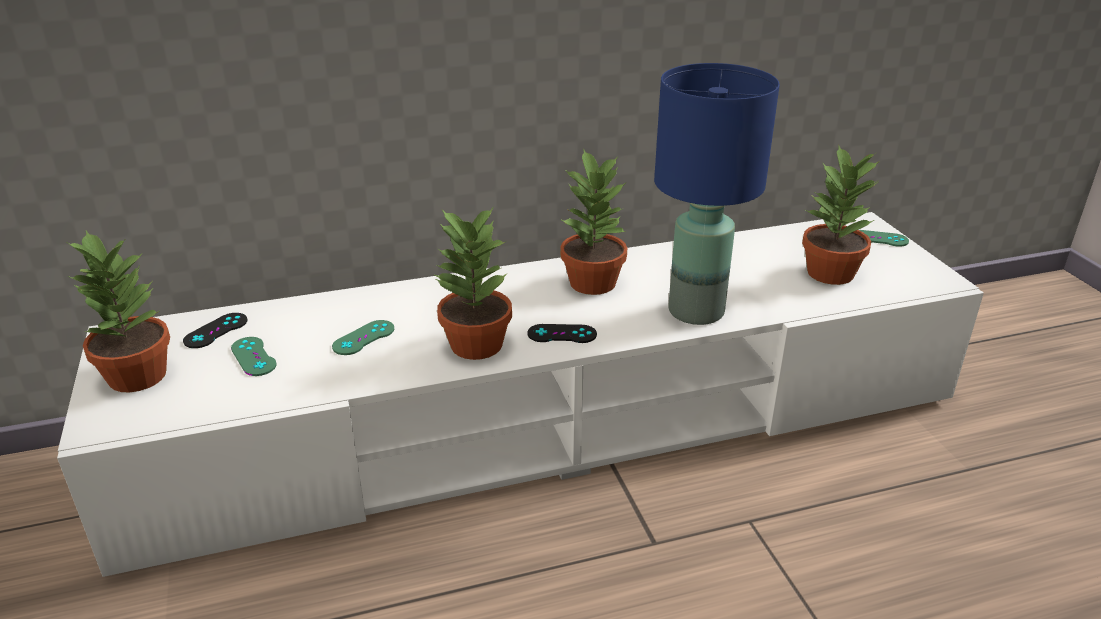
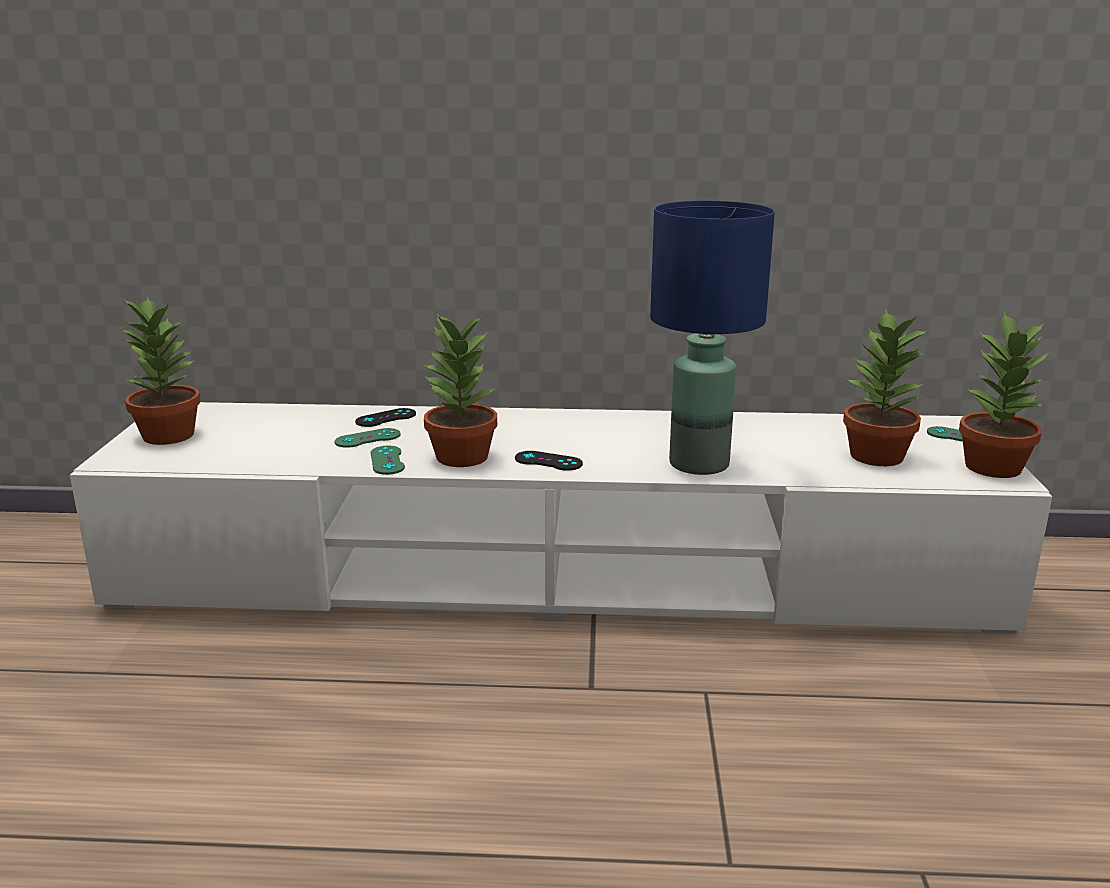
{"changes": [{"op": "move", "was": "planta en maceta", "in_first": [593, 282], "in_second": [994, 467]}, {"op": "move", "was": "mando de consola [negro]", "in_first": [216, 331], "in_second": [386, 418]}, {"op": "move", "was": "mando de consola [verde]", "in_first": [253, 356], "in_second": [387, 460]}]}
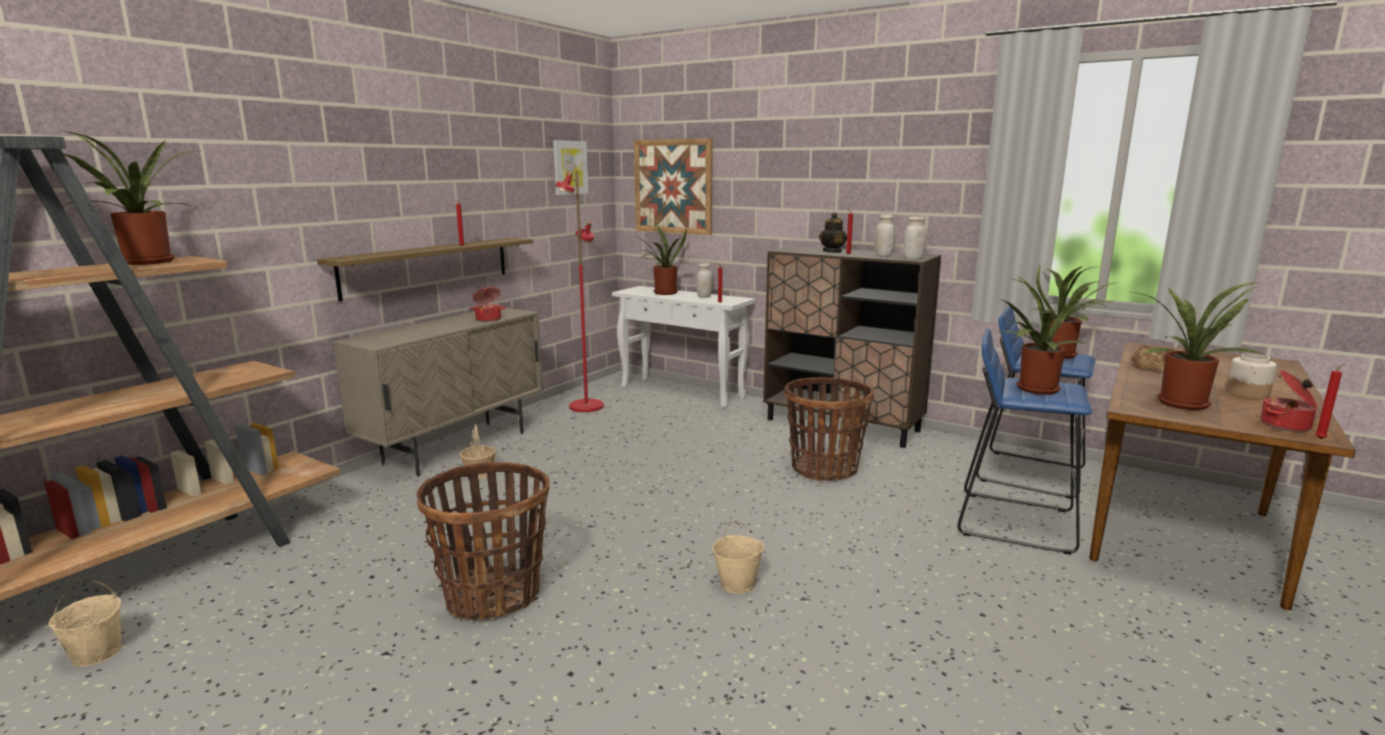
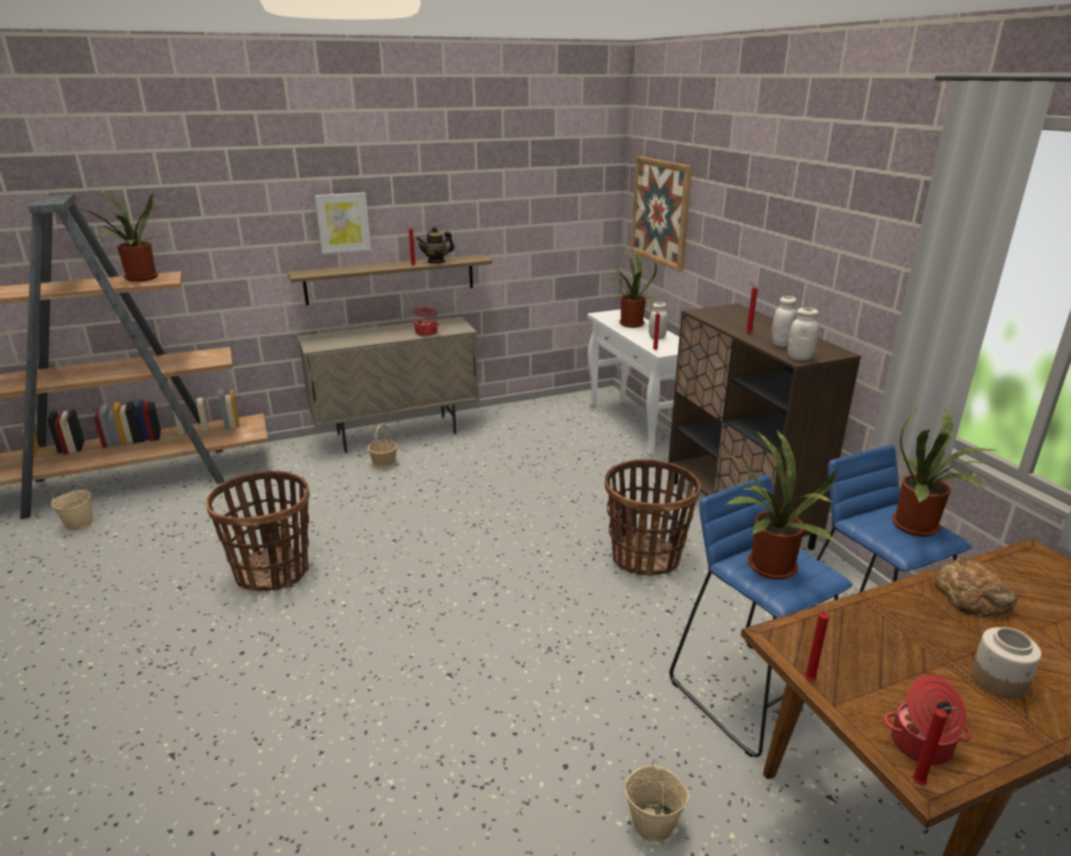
{"changes": [{"op": "move", "was": "cuadro", "in_first": [569, 167], "in_second": [343, 222]}, {"op": "delete", "was": "lámpara de pie [rojo]", "in_first": [585, 406]}, {"op": "move", "was": "tetera", "in_first": [832, 251], "in_second": [436, 261]}, {"op": "delete", "was": "planta en maceta", "in_first": [1182, 402]}, {"op": "move", "was": "cubo [beis]", "in_first": [738, 584], "in_second": [654, 824]}, {"op": "insert", "now": "vela [rojo]", "in_second": [808, 679]}]}
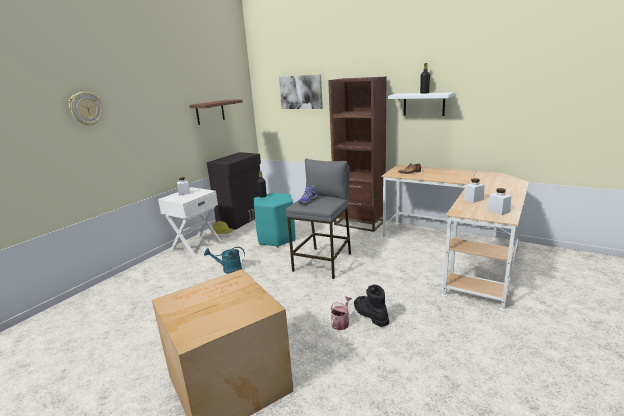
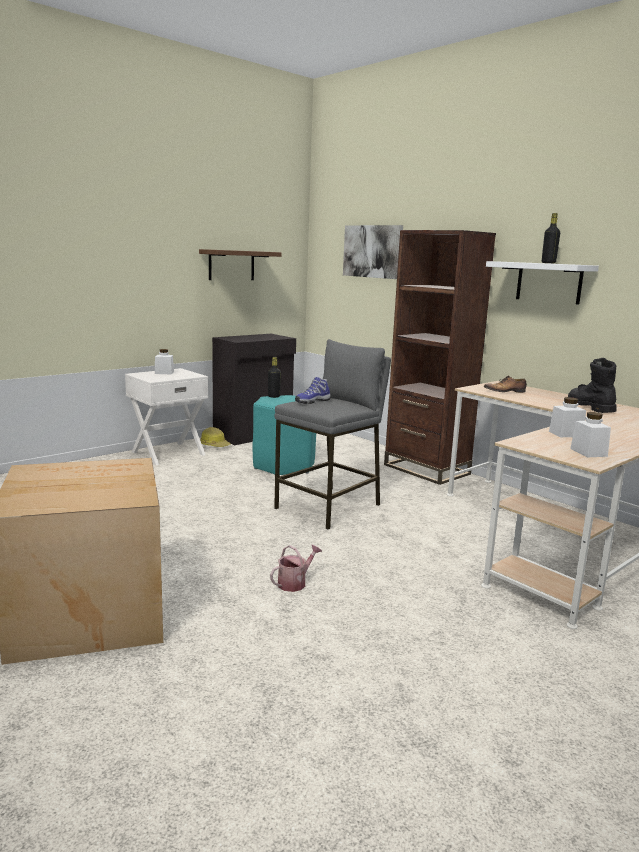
{"changes": [{"op": "delete", "was": "reloj de pared", "in_first": [86, 109]}, {"op": "delete", "was": "regadera [turquesa]", "in_first": [228, 269]}, {"op": "move", "was": "bota [negro]", "in_first": [370, 314], "in_second": [589, 406]}]}
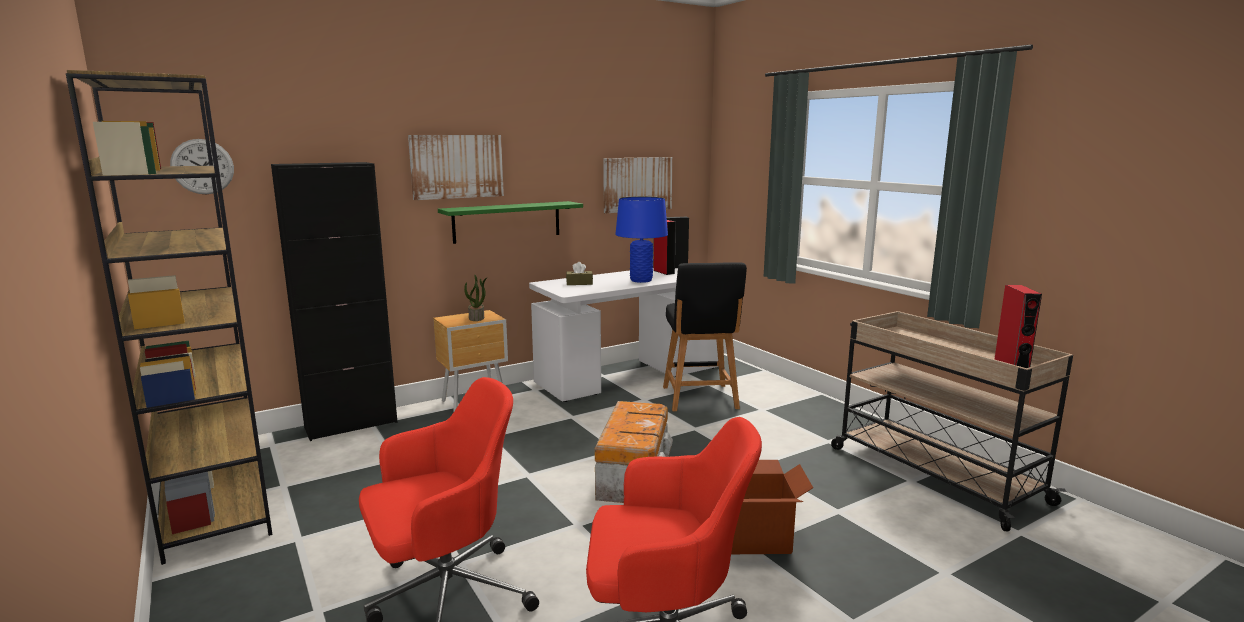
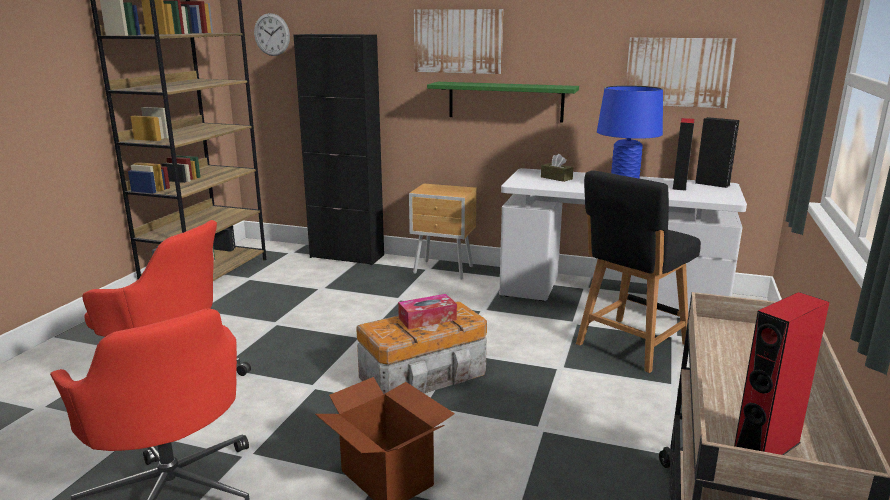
{"changes": [{"op": "delete", "was": "planta en maceta", "in_first": [477, 318]}, {"op": "insert", "now": "caja de pañuelos", "in_second": [427, 319]}]}
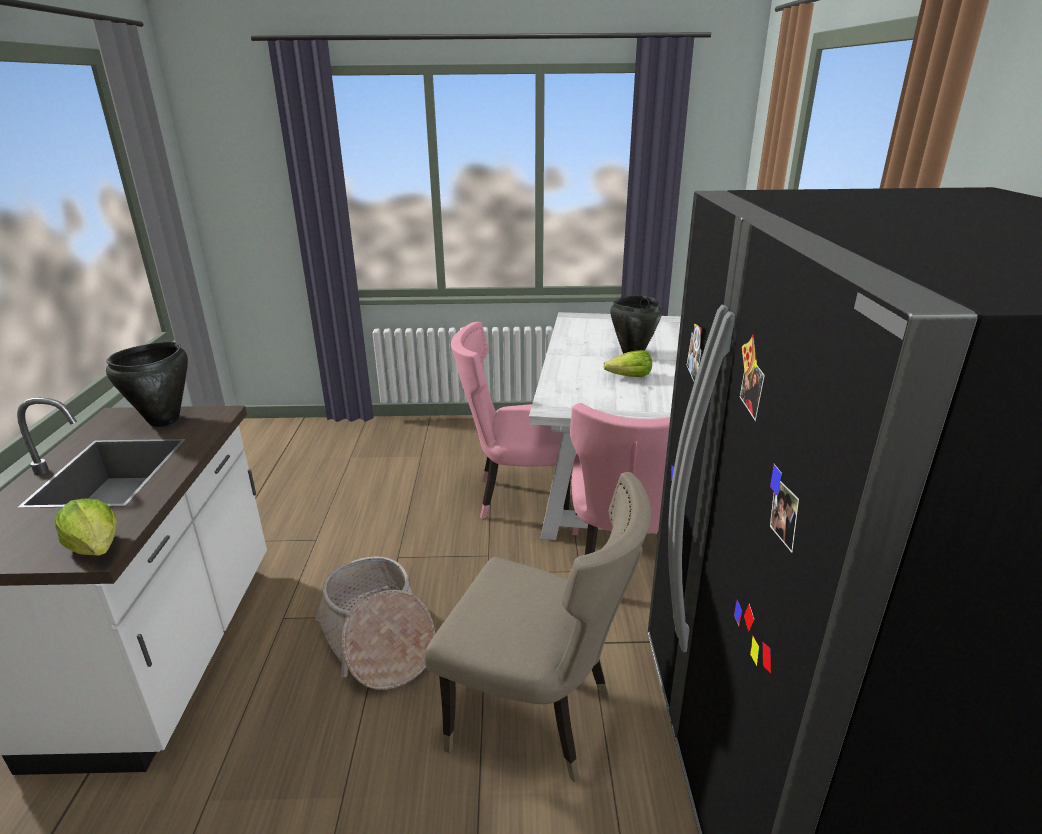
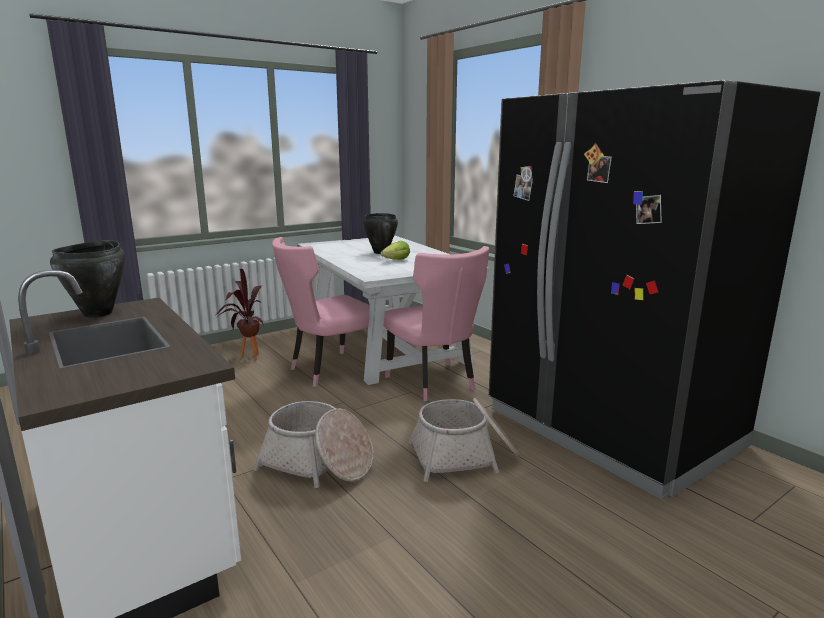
{"changes": [{"op": "replace", "was": "silla [beis]", "now": "cesta", "in_first": [538, 717], "in_second": [464, 456]}, {"op": "delete", "was": "lechuga", "in_first": [97, 547]}, {"op": "insert", "now": "planta en maceta", "in_second": [246, 358]}]}
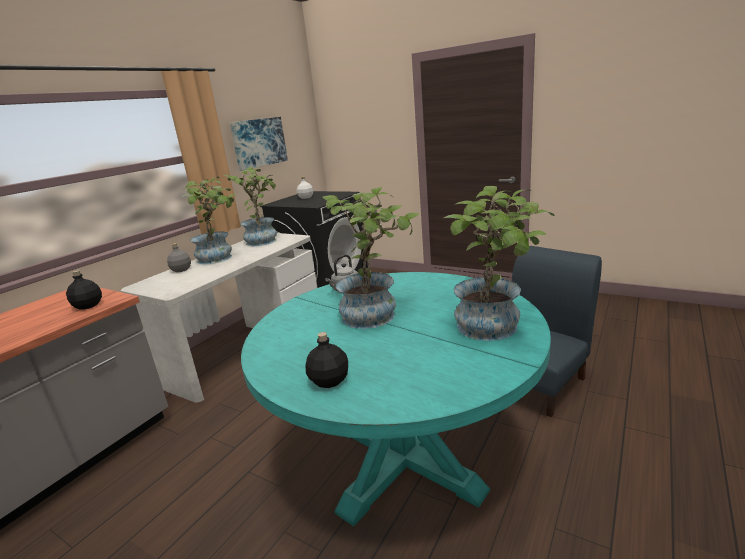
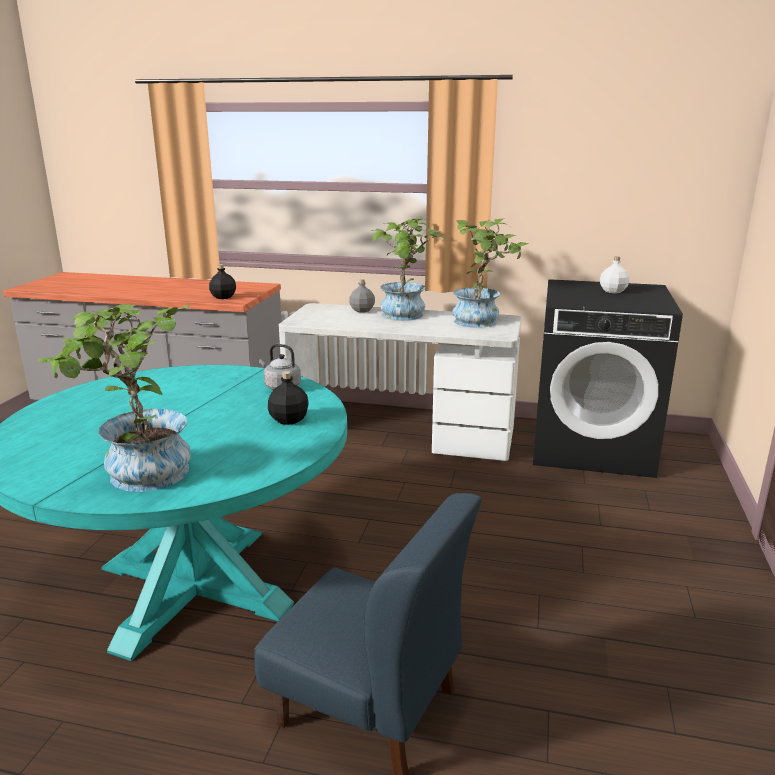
{"changes": [{"op": "delete", "was": "cuadro", "in_first": [258, 142]}, {"op": "delete", "was": "planta en maceta", "in_first": [376, 314]}, {"op": "move", "was": "botella [negro]", "in_first": [328, 381], "in_second": [288, 419]}]}
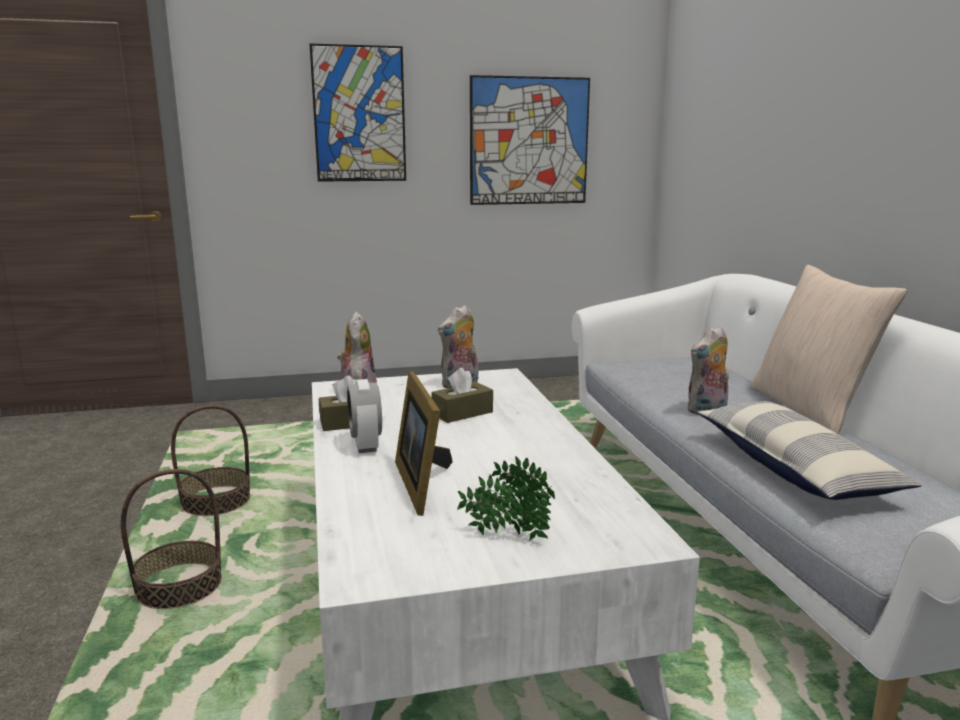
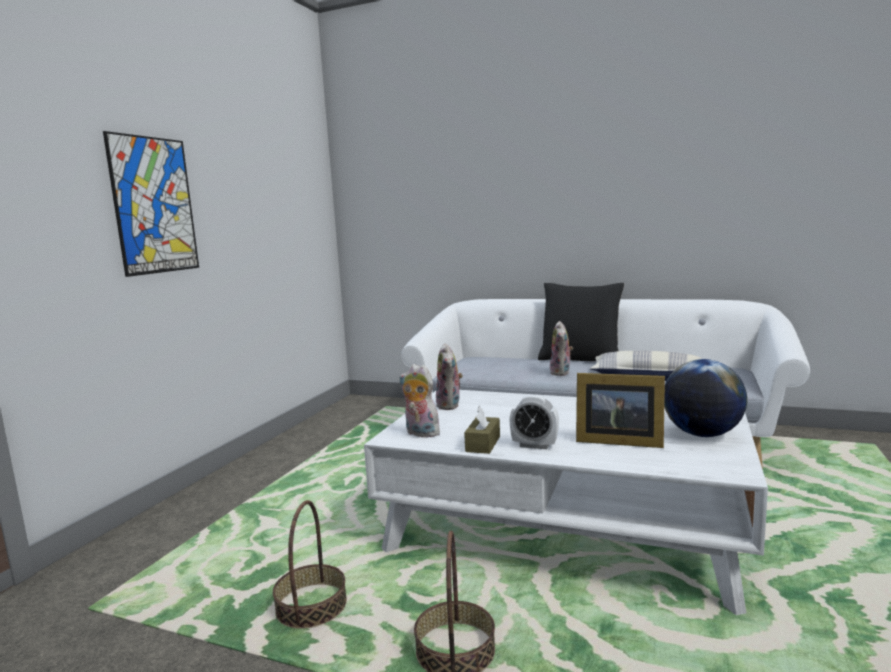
{"changes": [{"op": "delete", "was": "cuadro", "in_first": [529, 141]}, {"op": "recolor", "was": "cojín [beis]", "now": "cojín [negro]", "in_first": [810, 409], "in_second": [580, 359]}, {"op": "delete", "was": "caja de pañuelos [marrón]", "in_first": [462, 413]}, {"op": "replace", "was": "planta en maceta", "now": "globo terráqueo", "in_first": [506, 536], "in_second": [702, 434]}]}
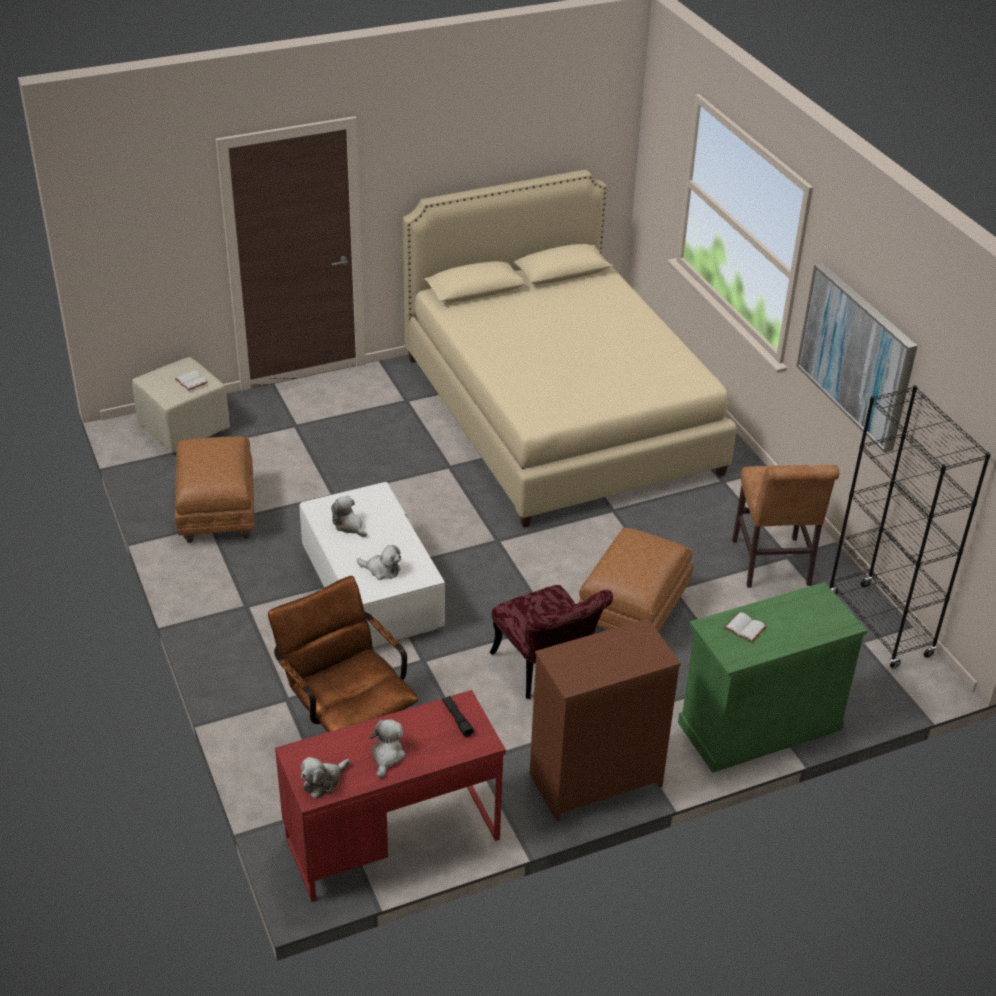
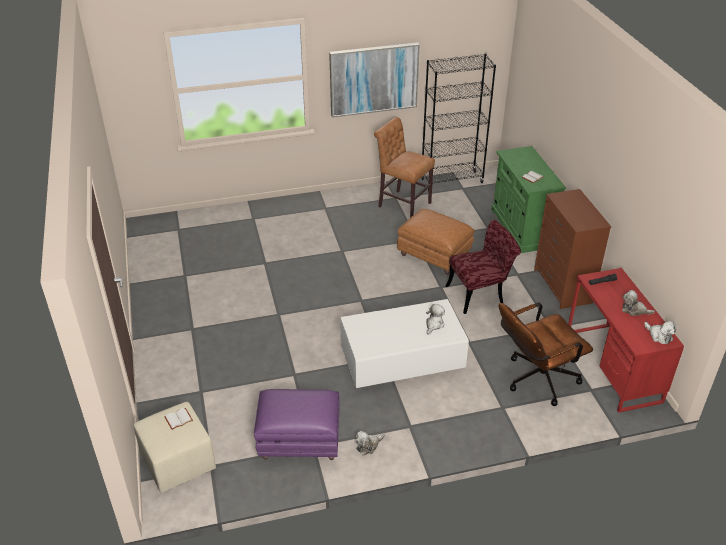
{"changes": [{"op": "delete", "was": "cama [beis]", "in_first": [559, 415]}, {"op": "recolor", "was": "puf [marrón]", "now": "puf [morado]", "in_first": [217, 512], "in_second": [299, 441]}, {"op": "rotate", "was": "silla [marrón]", "in_first": [772, 566], "in_second": [402, 204], "clockwise": -150}, {"op": "move", "was": "peluche", "in_first": [349, 526], "in_second": [368, 446]}]}
